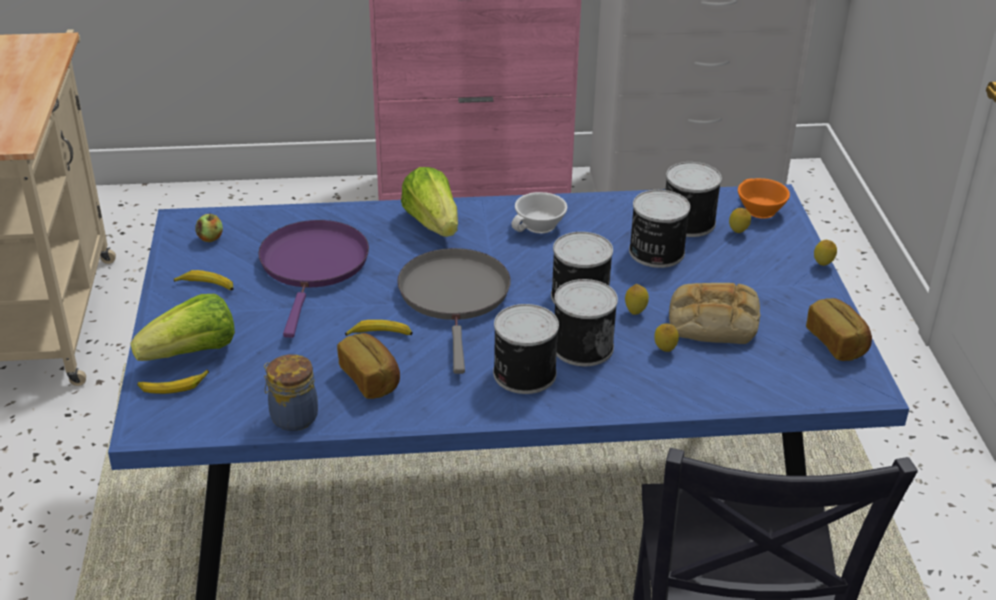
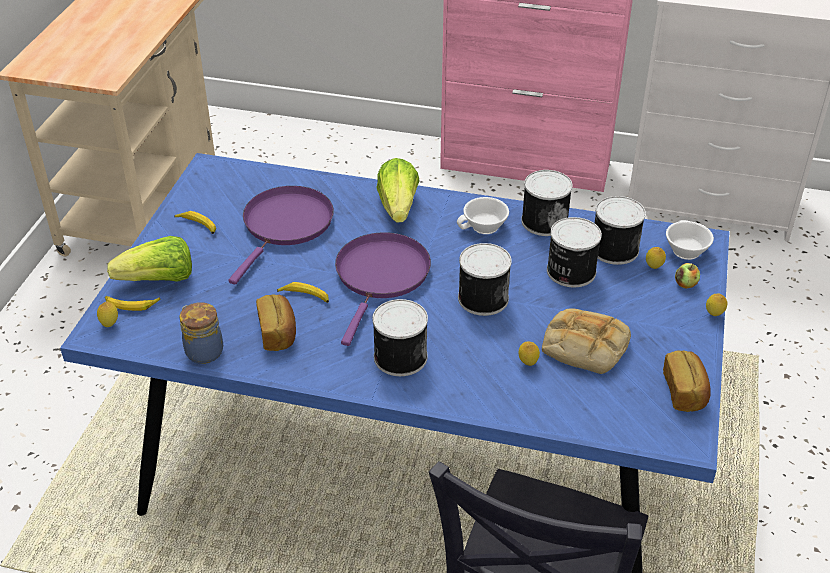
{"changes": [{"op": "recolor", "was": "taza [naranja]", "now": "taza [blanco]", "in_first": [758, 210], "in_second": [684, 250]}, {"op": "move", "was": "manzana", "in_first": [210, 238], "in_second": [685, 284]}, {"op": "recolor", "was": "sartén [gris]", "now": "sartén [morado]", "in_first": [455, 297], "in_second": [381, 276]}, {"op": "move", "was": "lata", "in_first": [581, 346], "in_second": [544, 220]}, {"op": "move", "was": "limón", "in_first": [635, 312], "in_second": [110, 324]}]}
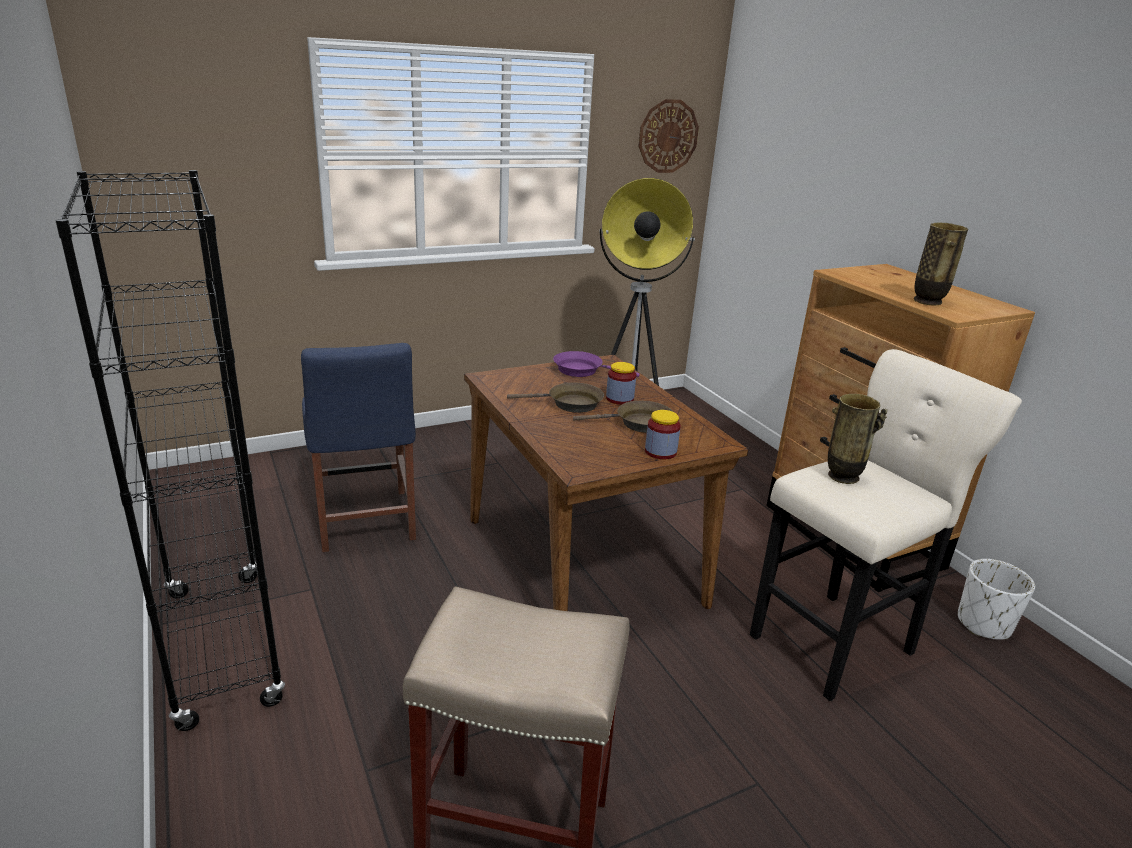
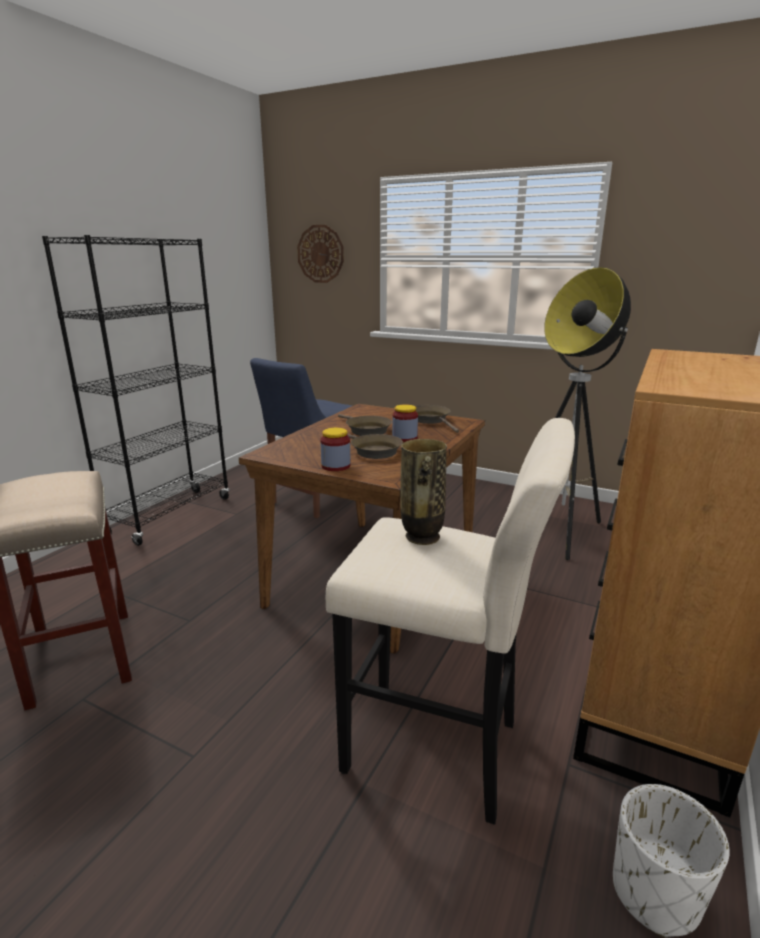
{"changes": [{"op": "move", "was": "reloj de pared", "in_first": [668, 136], "in_second": [320, 254]}, {"op": "delete", "was": "florero", "in_first": [928, 301]}, {"op": "recolor", "was": "sartén [morado]", "now": "sartén [marrón]", "in_first": [582, 370], "in_second": [431, 420]}]}
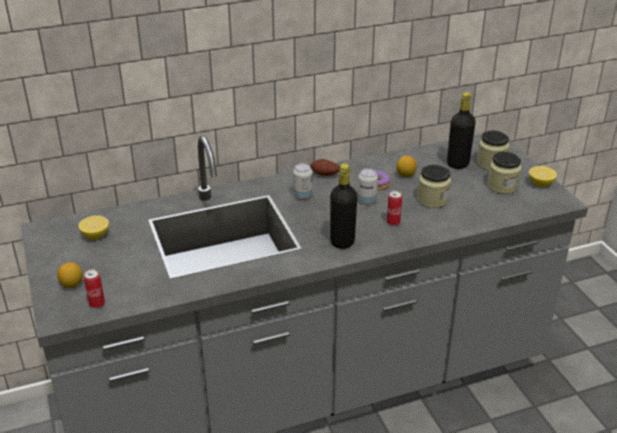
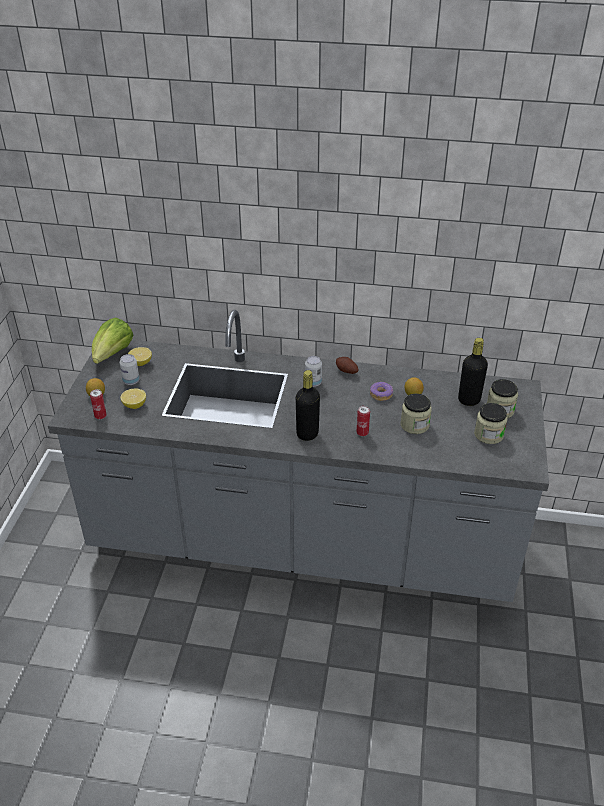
{"changes": [{"op": "move", "was": "limón", "in_first": [540, 183], "in_second": [134, 405]}, {"op": "move", "was": "lata", "in_first": [366, 200], "in_second": [131, 381]}, {"op": "insert", "now": "lechuga", "in_second": [112, 355]}]}
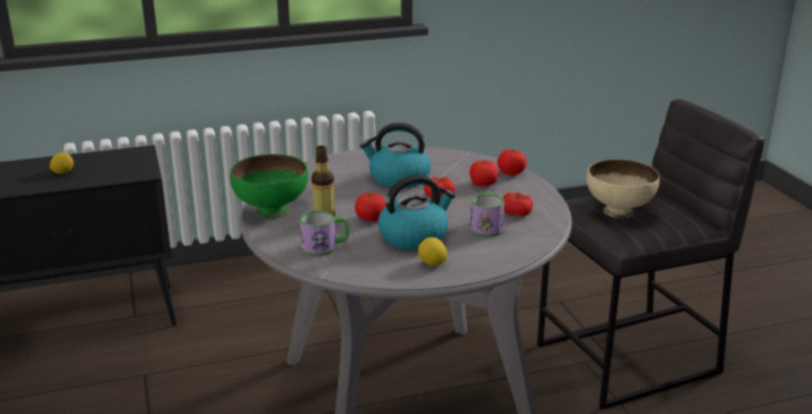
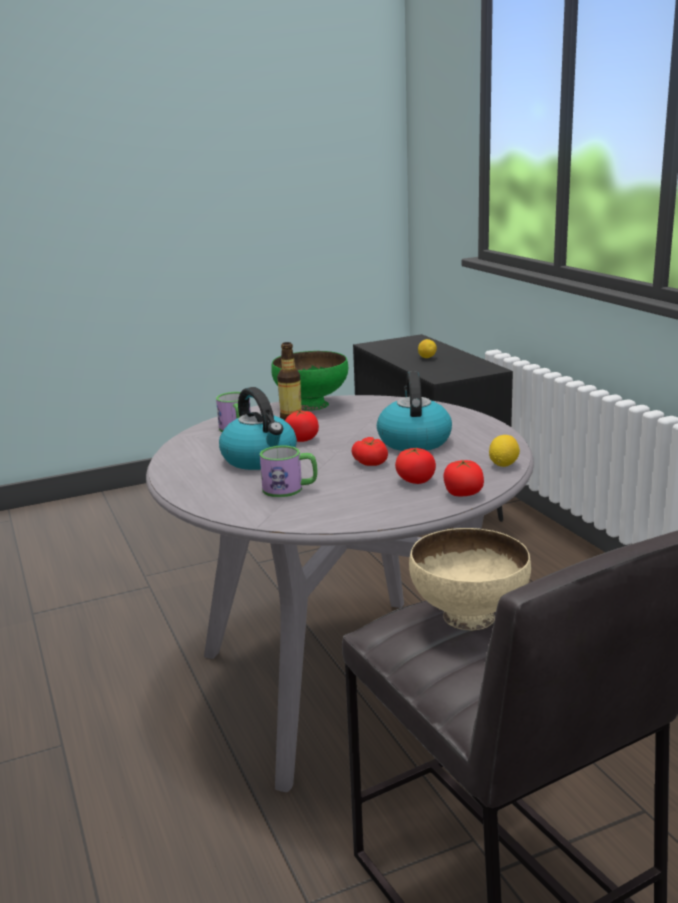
{"changes": [{"op": "delete", "was": "tomate", "in_first": [516, 212]}, {"op": "move", "was": "limón", "in_first": [432, 264], "in_second": [503, 465]}]}
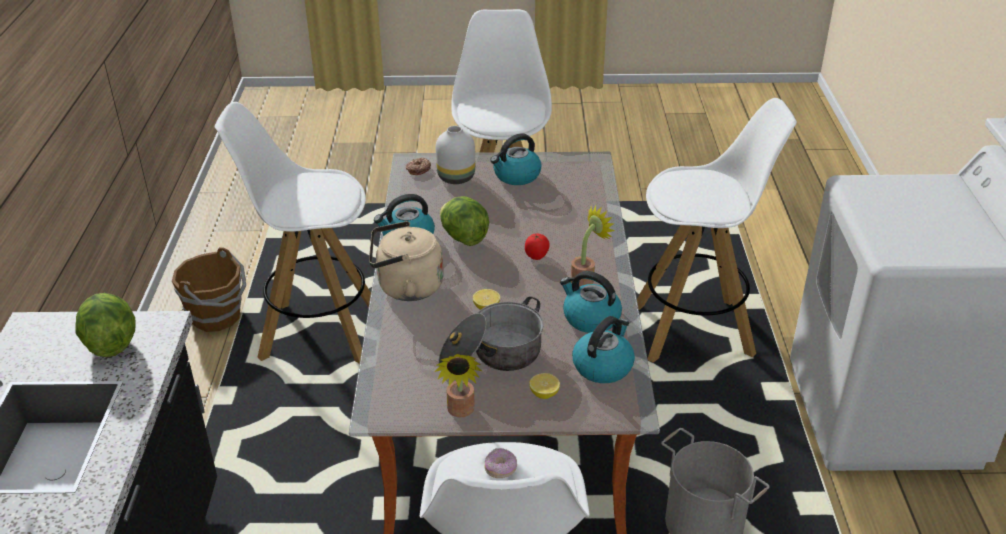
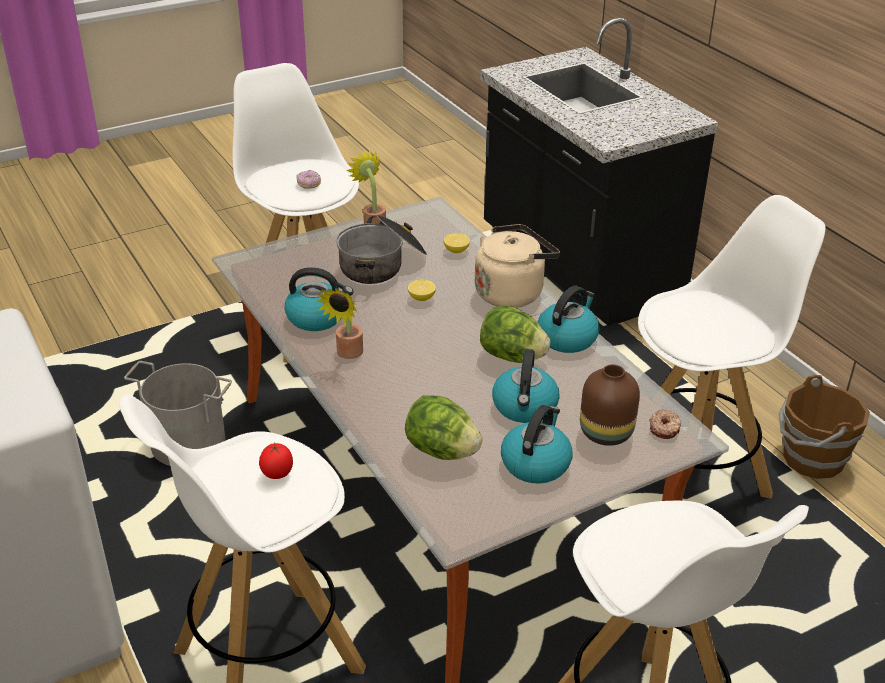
{"changes": [{"op": "recolor", "was": "florero [blanco]", "now": "florero [marrón]", "in_first": [455, 177], "in_second": [607, 433]}, {"op": "move", "was": "tomate", "in_first": [537, 256], "in_second": [277, 474]}, {"op": "move", "was": "lechuga", "in_first": [110, 343], "in_second": [441, 451]}, {"op": "move", "was": "hervidor", "in_first": [603, 366], "in_second": [525, 407]}, {"op": "move", "was": "limón", "in_first": [544, 394], "in_second": [456, 251]}]}
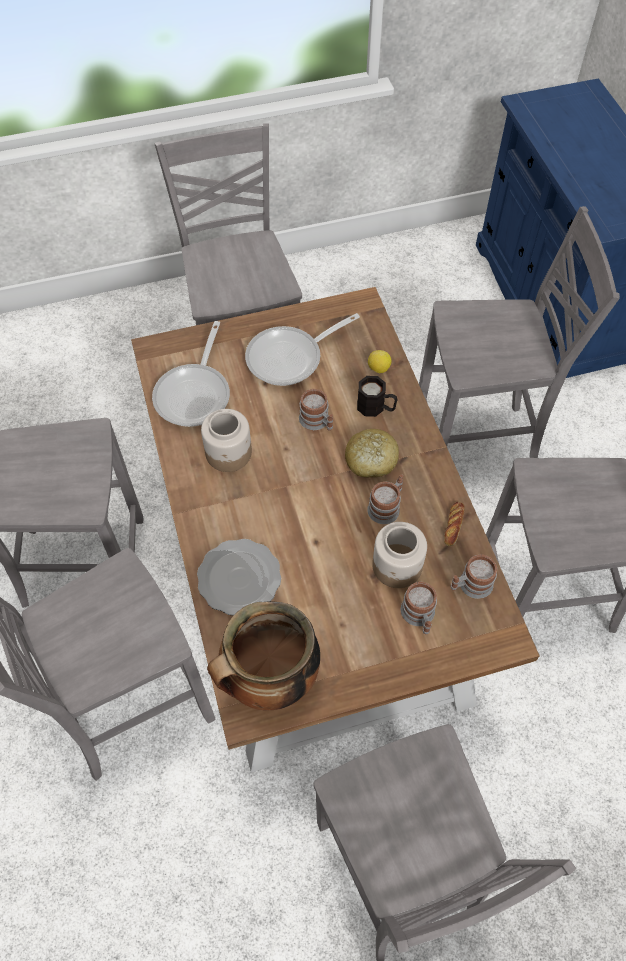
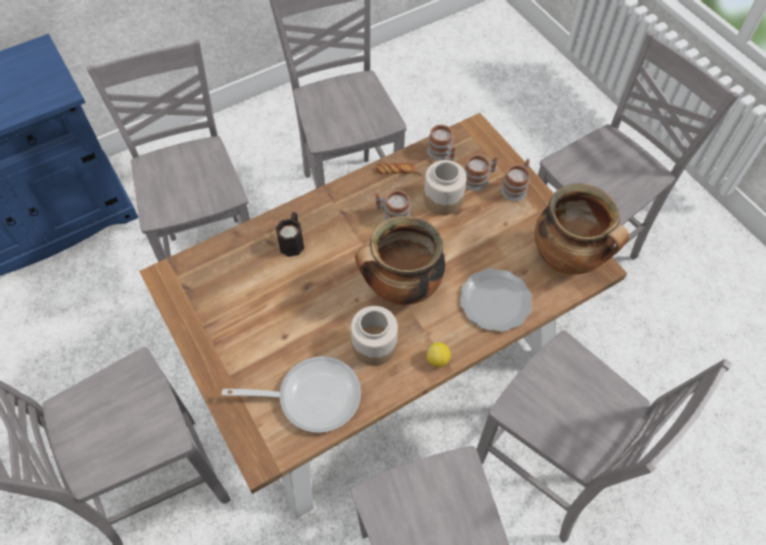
{"changes": [{"op": "delete", "was": "sartén", "in_first": [290, 358]}, {"op": "move", "was": "limón", "in_first": [378, 368], "in_second": [438, 360]}, {"op": "move", "was": "taza grande", "in_first": [317, 422], "in_second": [516, 187]}, {"op": "delete", "was": "pan", "in_first": [371, 460]}, {"op": "insert", "now": "olla", "in_second": [401, 289]}]}
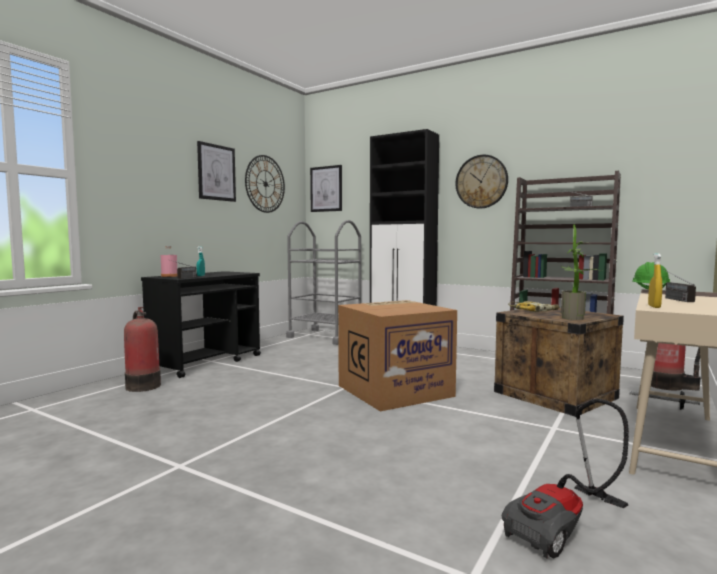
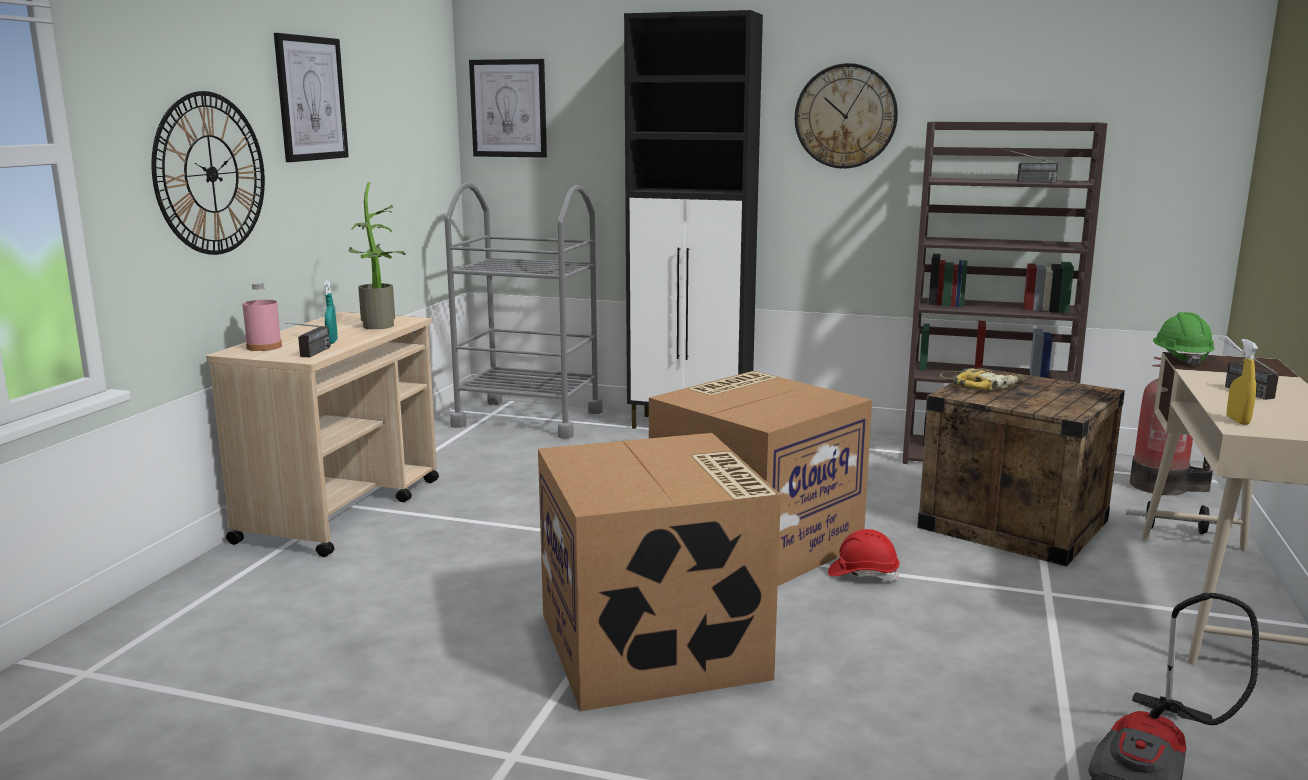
{"changes": [{"op": "move", "was": "reloj de pared", "in_first": [265, 184], "in_second": [211, 174]}, {"op": "move", "was": "planta en maceta", "in_first": [576, 318], "in_second": [383, 326]}, {"op": "recolor", "was": "carrito [negro]", "now": "carrito [beis]", "in_first": [207, 362], "in_second": [342, 509]}, {"op": "delete", "was": "extintor", "in_first": [142, 386]}, {"op": "insert", "now": "caja de cartón", "in_second": [655, 646]}, {"op": "insert", "now": "casco [rojo]", "in_second": [863, 574]}]}
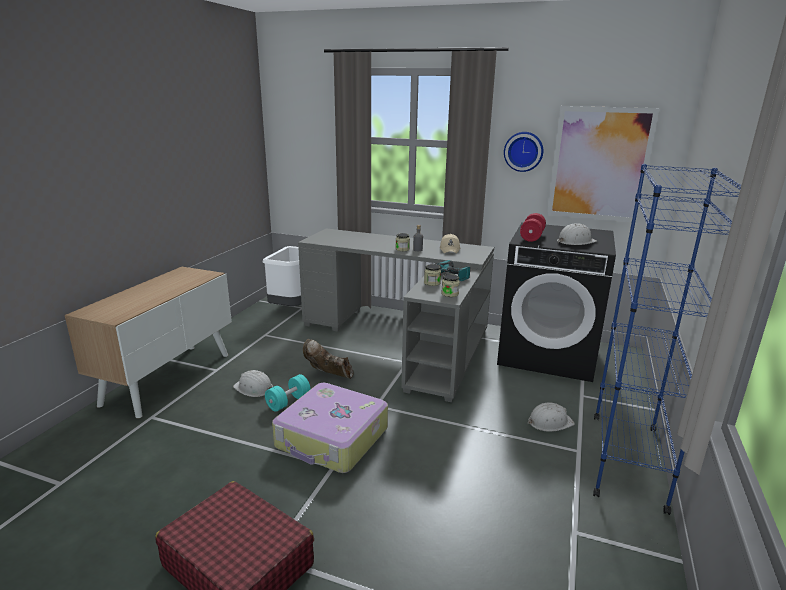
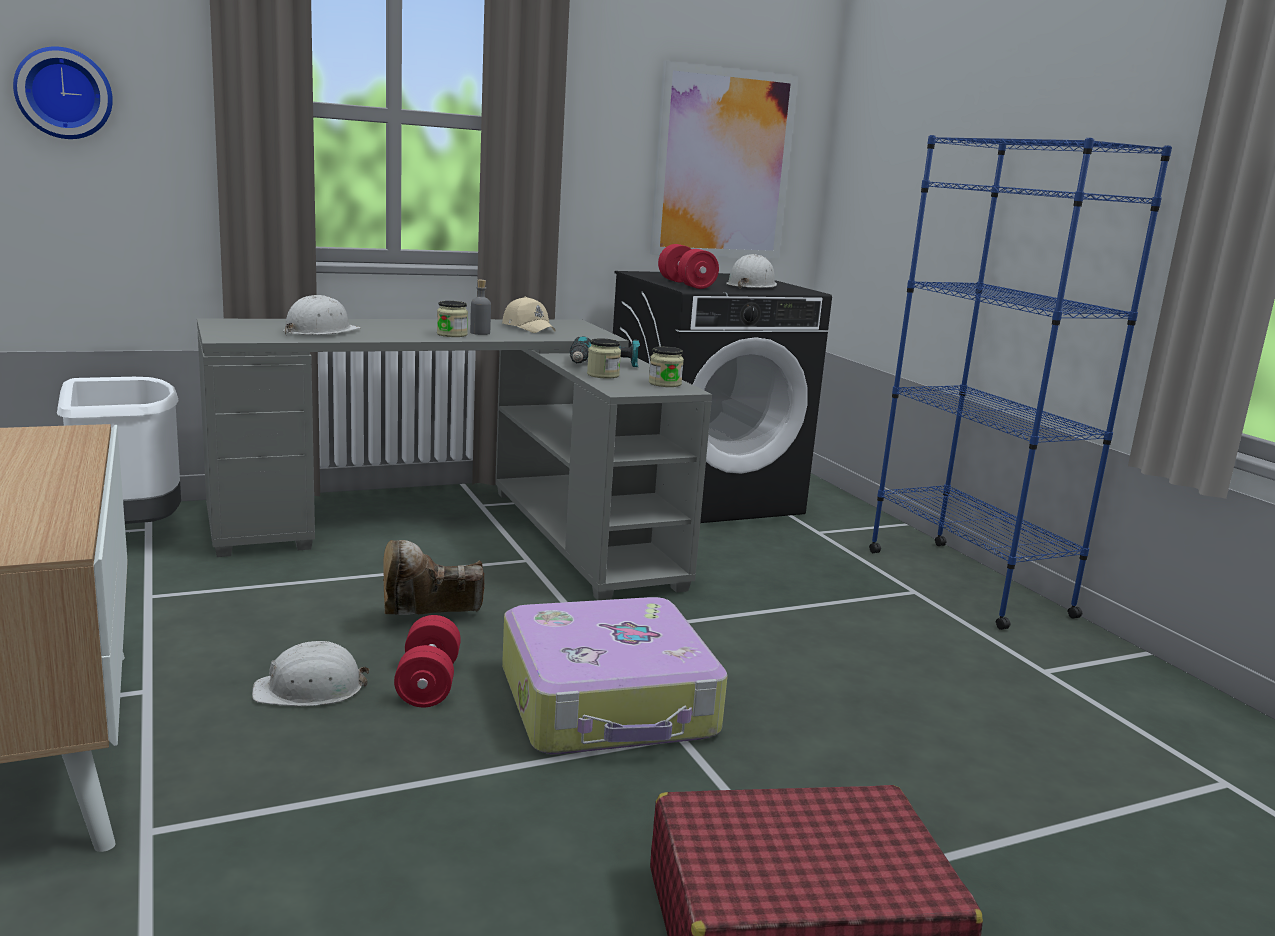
{"changes": [{"op": "move", "was": "reloj de pared", "in_first": [523, 151], "in_second": [64, 93]}, {"op": "recolor", "was": "mancuerna [turquesa]", "now": "mancuerna [rojo]", "in_first": [288, 402], "in_second": [428, 683]}, {"op": "move", "was": "casco [blanco]", "in_first": [549, 422], "in_second": [320, 331]}]}
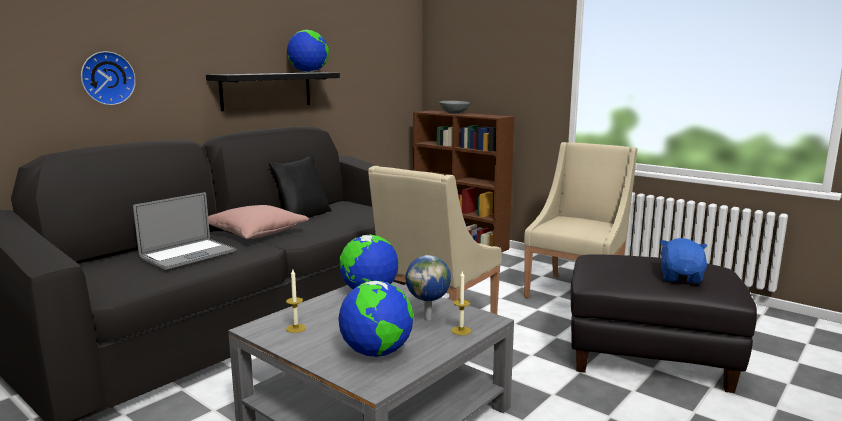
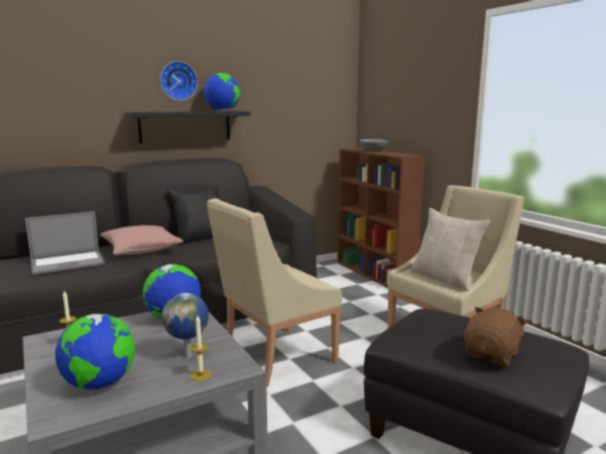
{"changes": [{"op": "move", "was": "reloj de pared", "in_first": [107, 78], "in_second": [178, 81]}, {"op": "recolor", "was": "peluche [azul]", "now": "peluche [marrón]", "in_first": [681, 277], "in_second": [492, 355]}, {"op": "insert", "now": "cojín [beis]", "in_second": [445, 278]}]}
